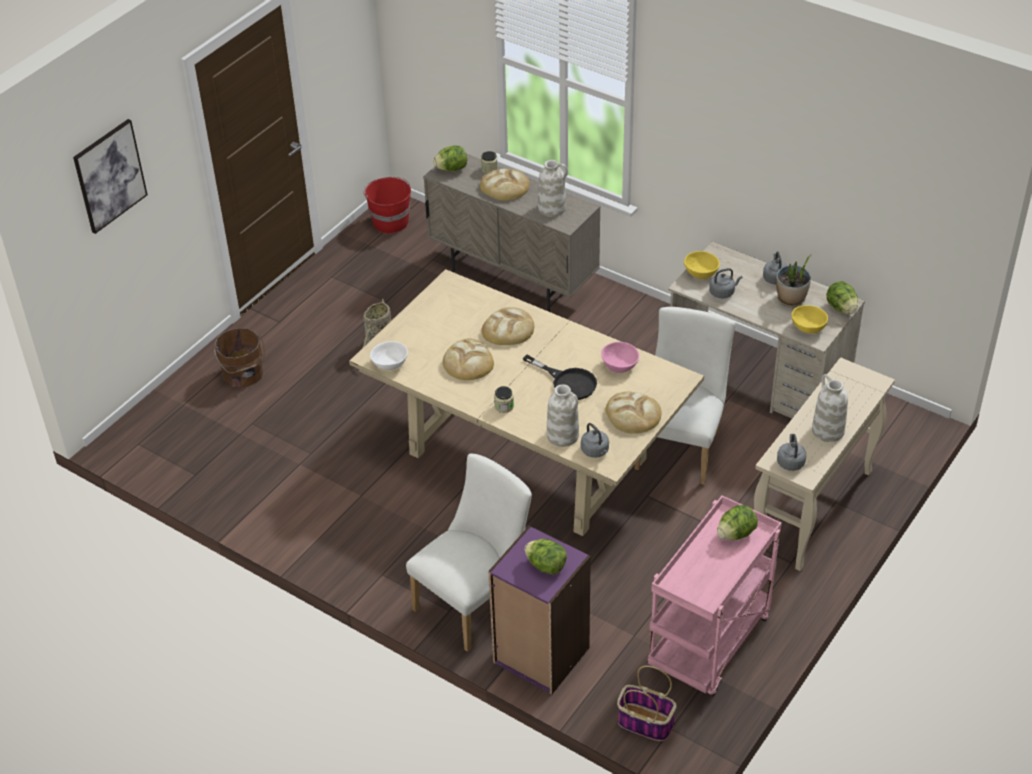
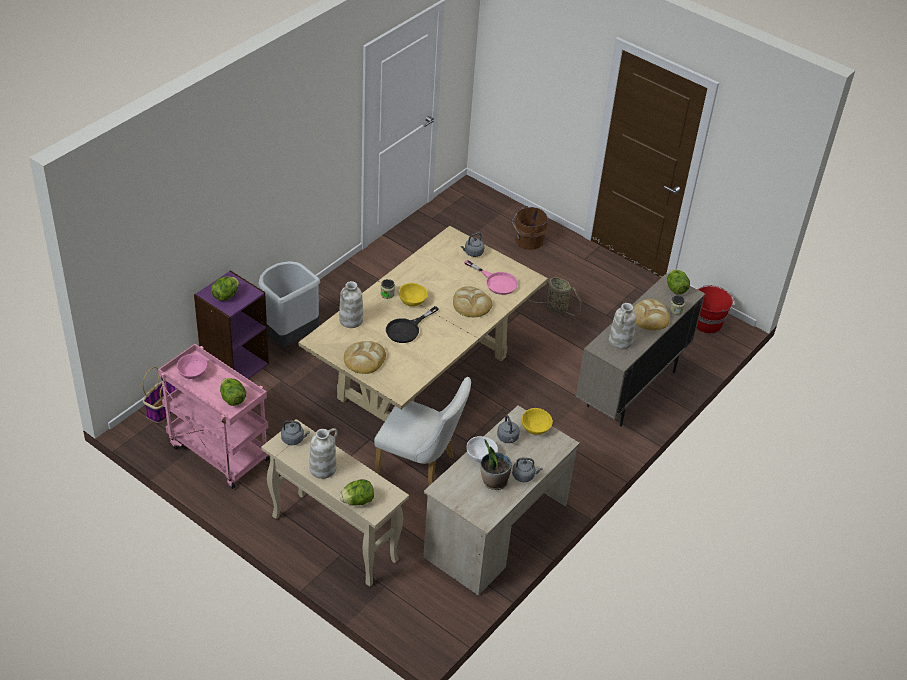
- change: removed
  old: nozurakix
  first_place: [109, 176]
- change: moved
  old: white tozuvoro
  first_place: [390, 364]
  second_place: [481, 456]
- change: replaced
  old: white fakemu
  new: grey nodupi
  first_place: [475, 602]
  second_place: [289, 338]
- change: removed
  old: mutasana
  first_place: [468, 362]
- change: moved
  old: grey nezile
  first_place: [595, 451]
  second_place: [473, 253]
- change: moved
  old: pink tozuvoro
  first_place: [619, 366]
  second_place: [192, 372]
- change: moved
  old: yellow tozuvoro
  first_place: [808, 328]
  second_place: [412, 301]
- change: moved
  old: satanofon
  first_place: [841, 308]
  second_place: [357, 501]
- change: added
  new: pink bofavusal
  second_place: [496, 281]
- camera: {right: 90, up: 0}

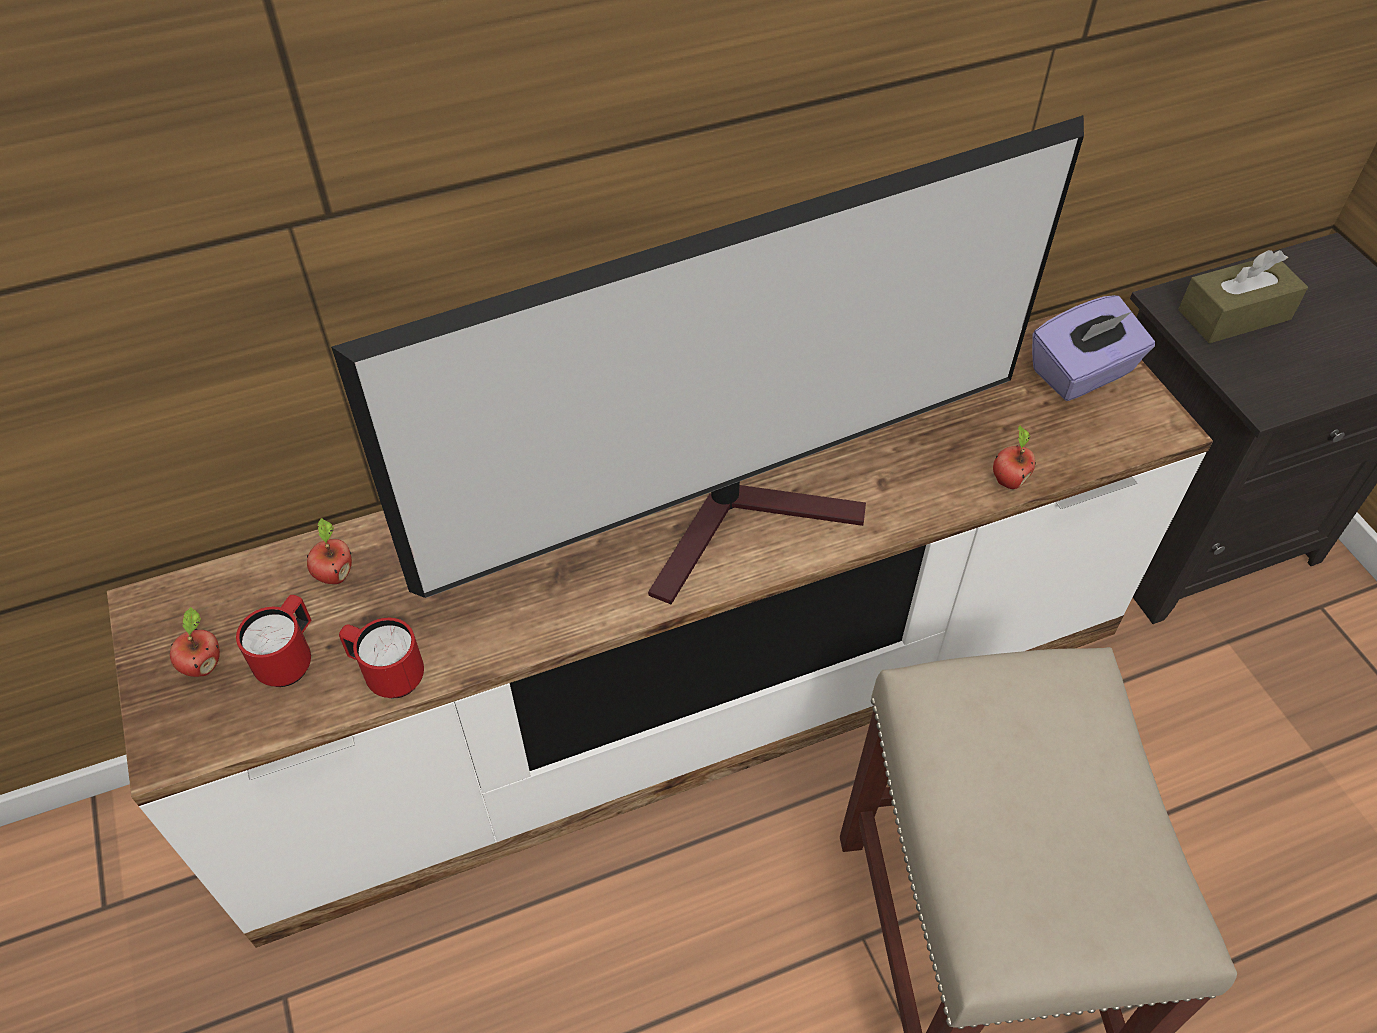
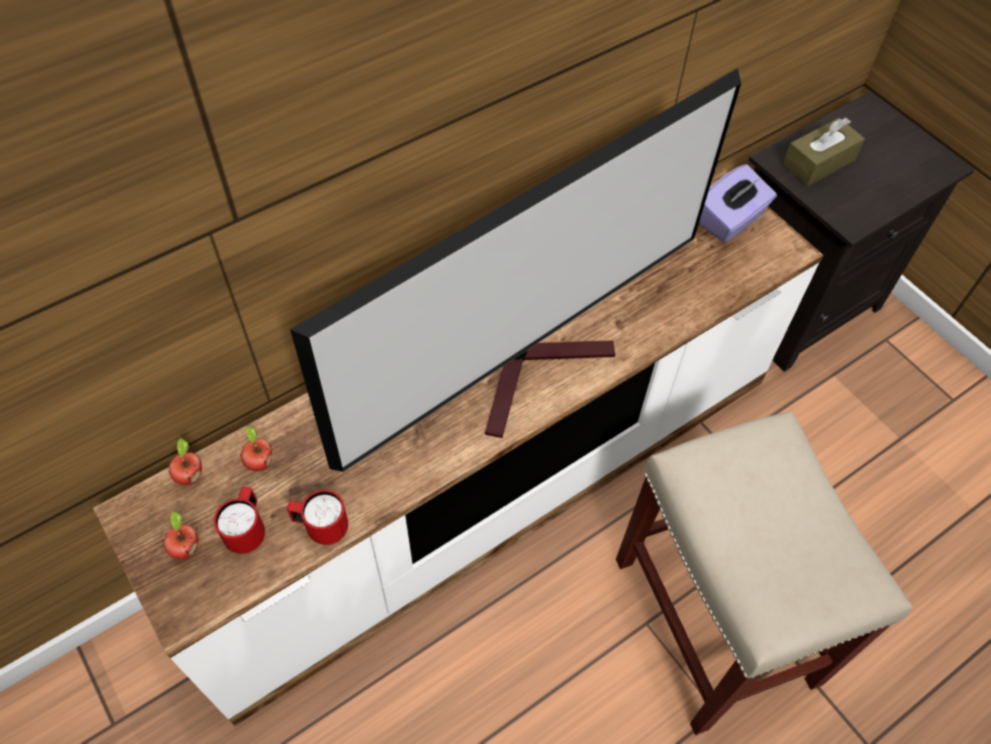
- change: moved
  old: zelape
  first_place: [1007, 480]
  second_place: [190, 475]
- camera: {right: -15, up: 5}

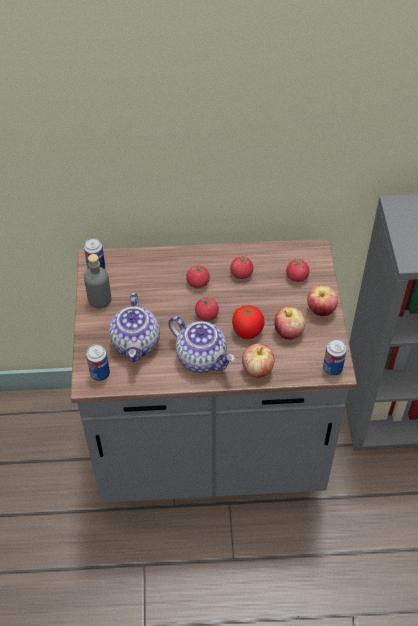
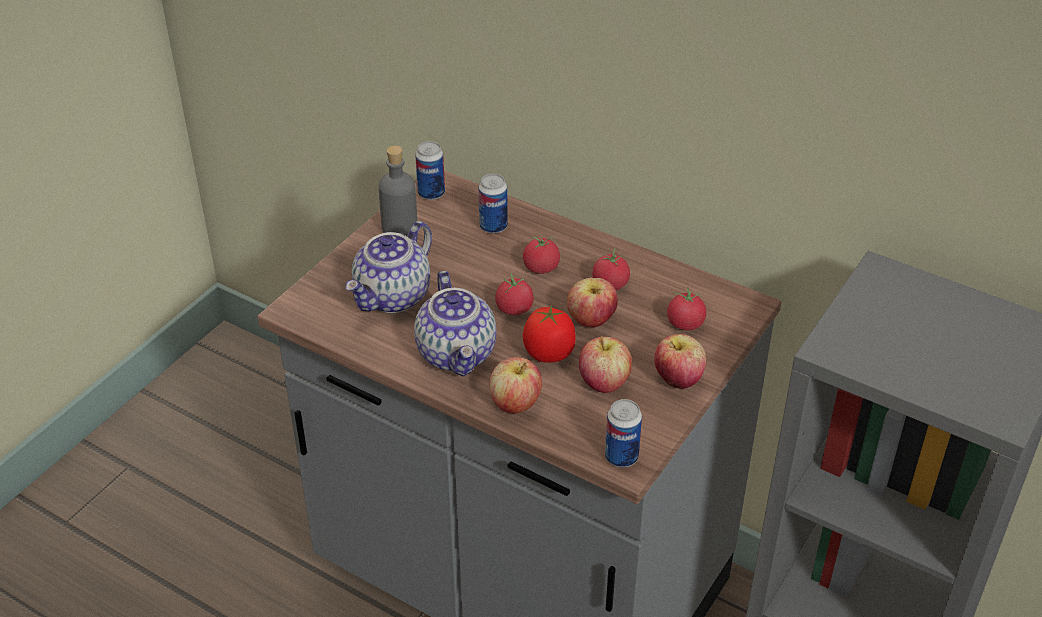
- change: moved
  old: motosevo
  first_place: [100, 374]
  second_place: [493, 226]
- change: added
  new: zelape
  second_place: [591, 321]
- camera: {right: 35, up: -10}

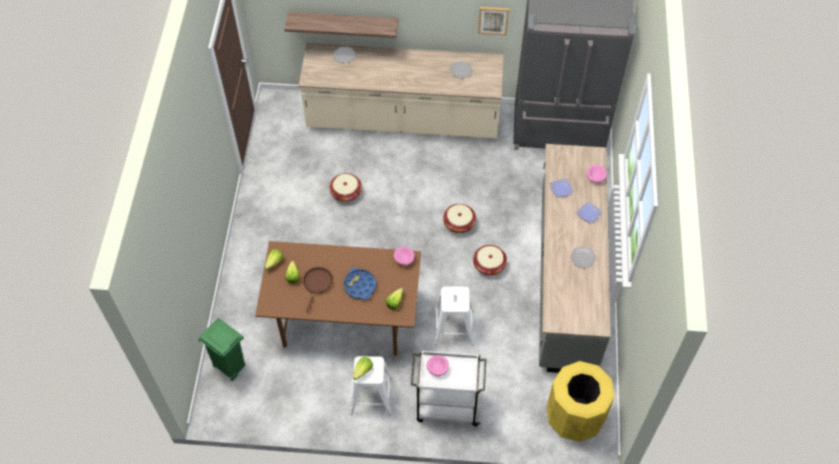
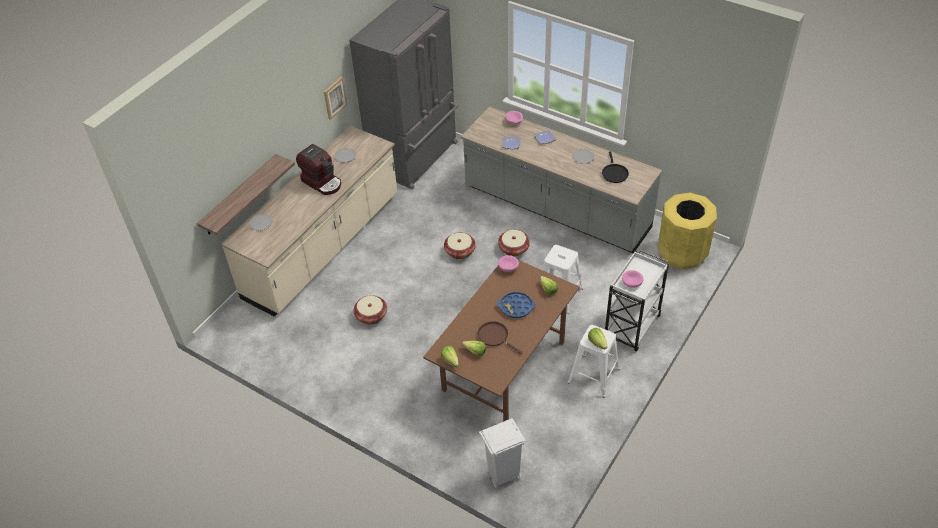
- change: recoloured
  old: green nodupi
  new: white nodupi
  first_place: [230, 366]
  second_place: [502, 475]
- change: added
  new: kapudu
  second_place: [322, 182]
- change: added
  new: black bofavusal
  second_place: [614, 173]
- camera: {right: -60, up: -10}

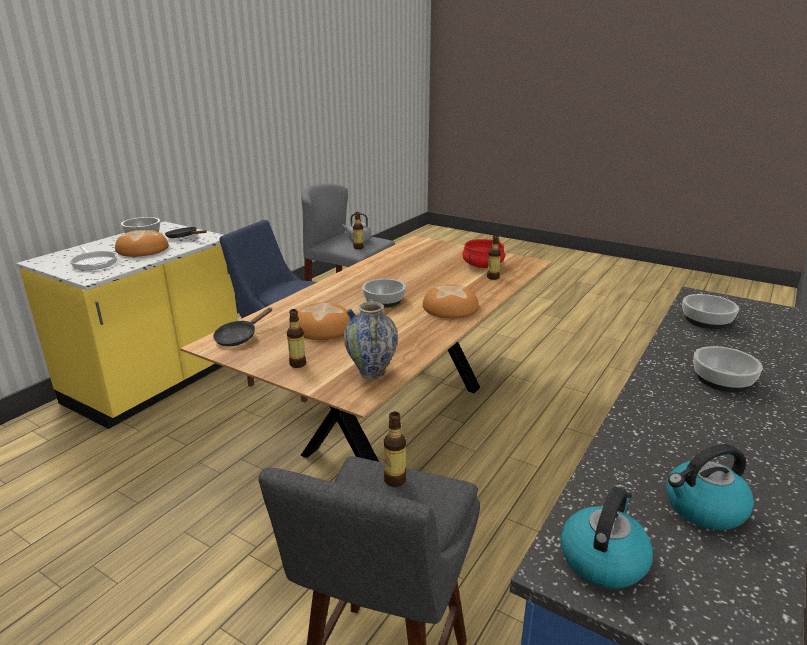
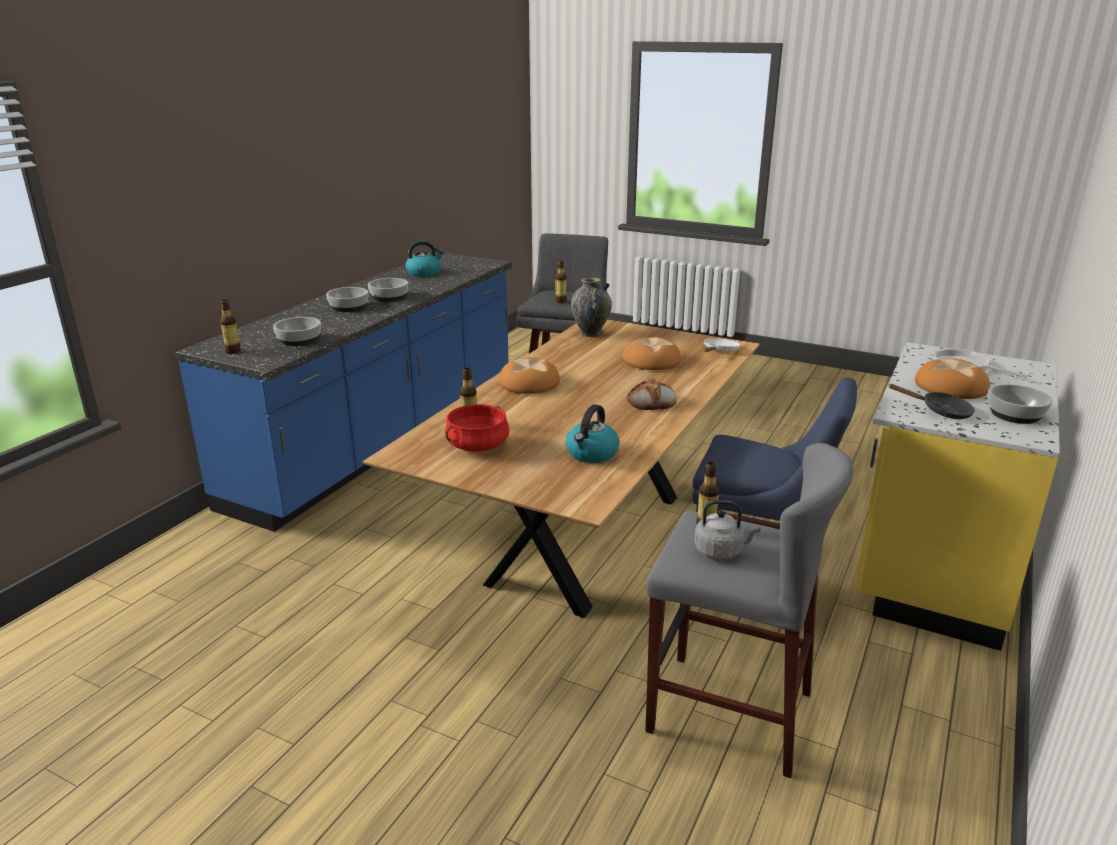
- change: recoloured
  old: black bofavusal
  new: white bofavusal
  first_place: [239, 337]
  second_place: [719, 351]
- change: moved
  old: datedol
  first_place: [297, 364]
  second_place: [233, 351]
- change: moved
  old: tozuvoro
  first_place: [384, 301]
  second_place: [389, 297]
- change: moved
  old: nezile
  first_place: [603, 558]
  second_place: [591, 454]
- change: added
  new: mutasana
  second_place: [652, 401]
- camera: {right: 175, up: 0}

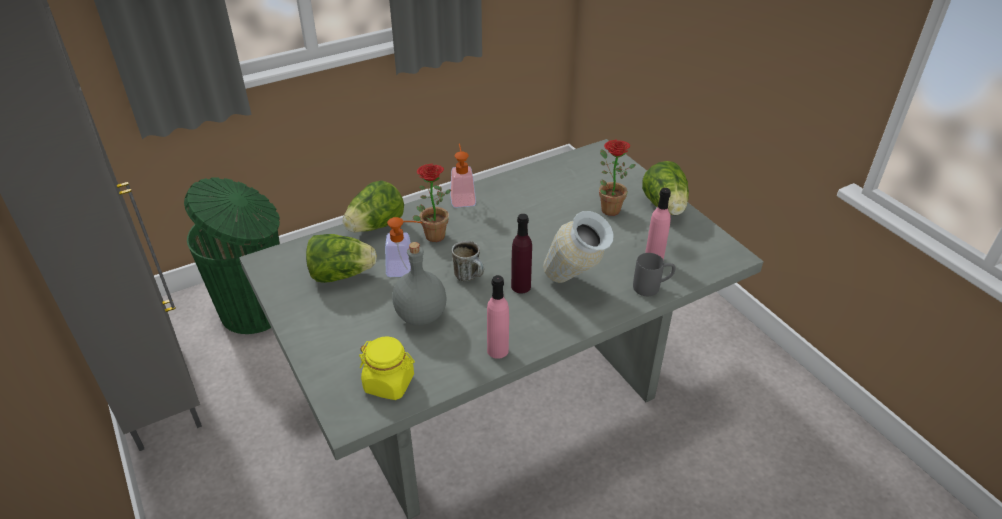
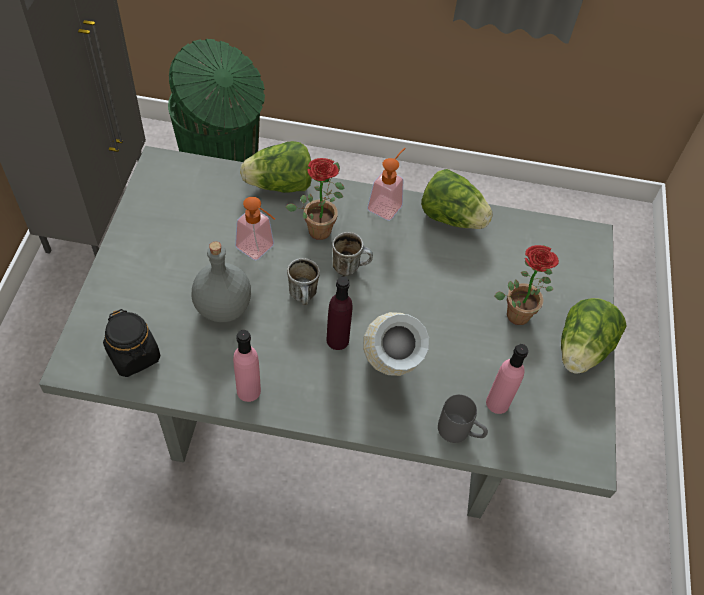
- change: moved
  old: satanofon
  first_place: [341, 275]
  second_place: [452, 217]
- change: recoloured
  old: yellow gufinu
  new: black gufinu
  first_place: [389, 383]
  second_place: [134, 355]
- change: added
  new: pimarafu
  second_place: [350, 266]
- camera: {right: 35, up: 15}

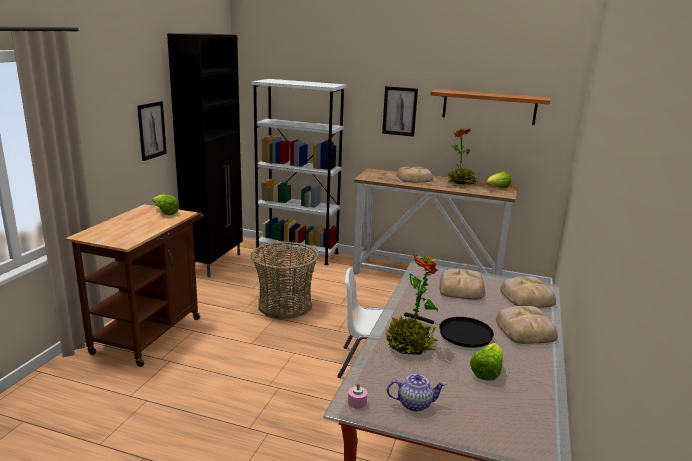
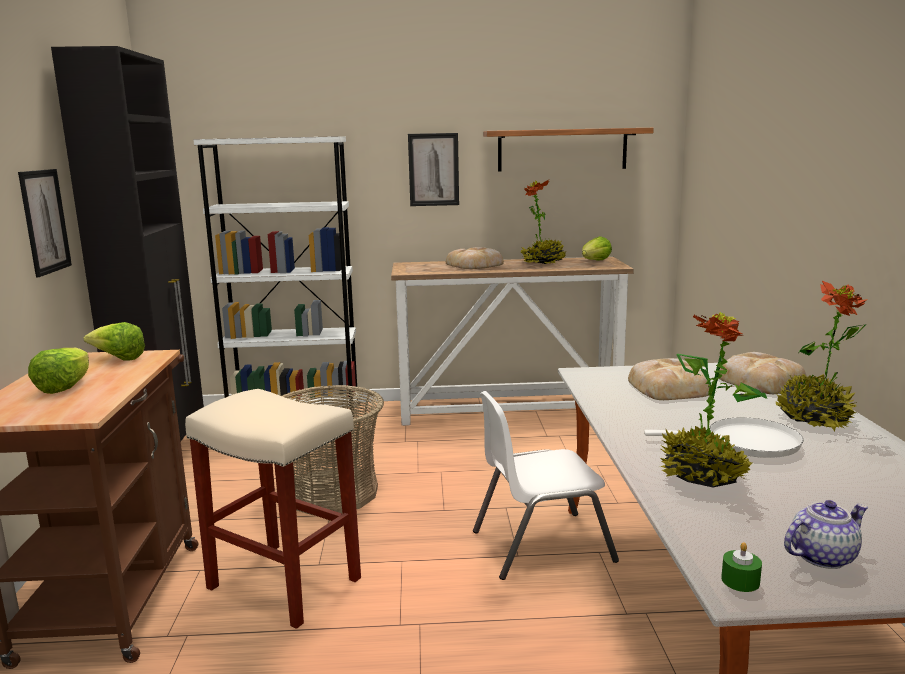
- change: recoloured
  old: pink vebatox
  new: green vebatox
  first_place: [357, 402]
  second_place: [740, 581]
- change: recoloured
  old: black bofavusal
  new: white bofavusal
  first_place: [460, 334]
  second_place: [746, 443]
- change: moved
  old: satanofon
  first_place: [486, 372]
  second_place: [65, 387]
- change: replaced
  old: mutasana
  new: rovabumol
  first_place: [525, 329]
  second_place: [814, 418]
- change: added
  new: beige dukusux
  second_place: [282, 583]
- camera: {right: -20, up: -5}

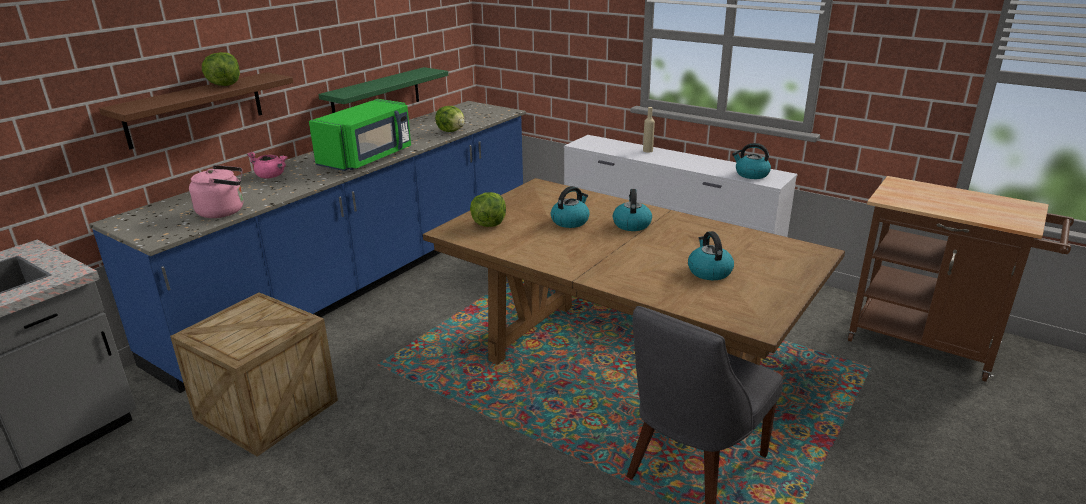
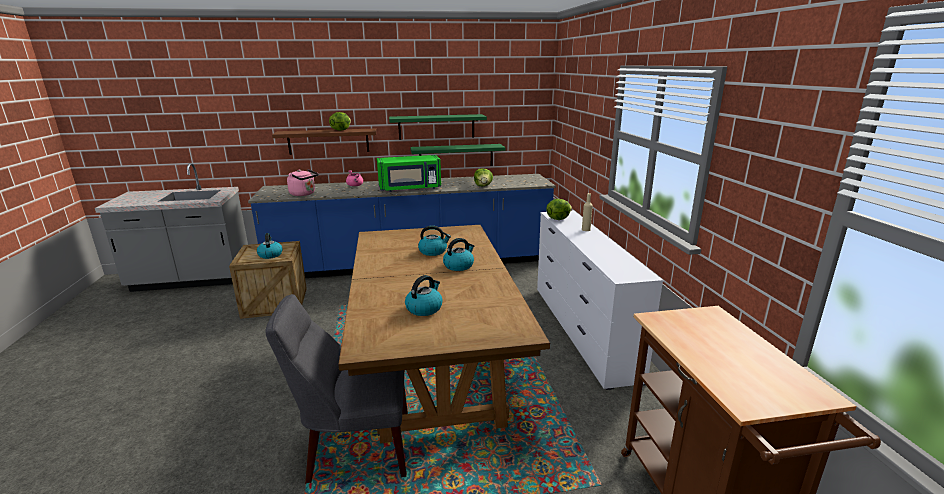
- change: moved
  old: satanofon
  first_place: [489, 224]
  second_place: [558, 219]
- change: moved
  old: nezile
  first_place: [751, 174]
  second_place: [270, 255]
- change: added
  new: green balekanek
  second_place: [436, 127]
- camera: {right: 45, up: -5}

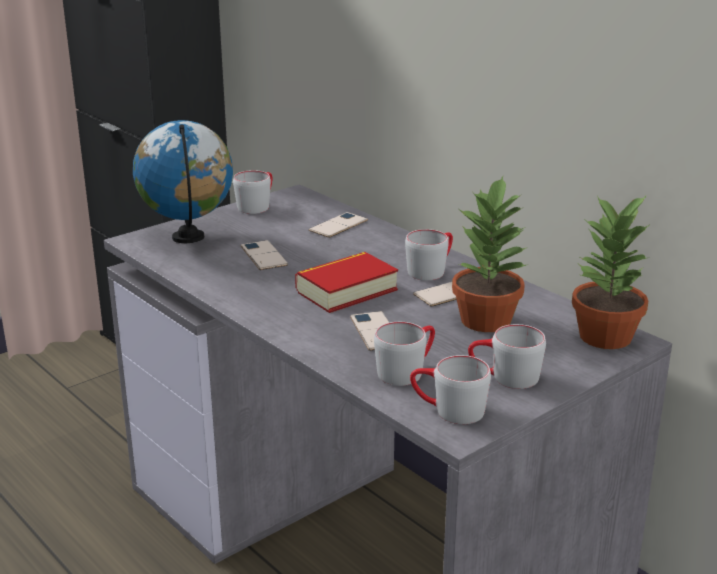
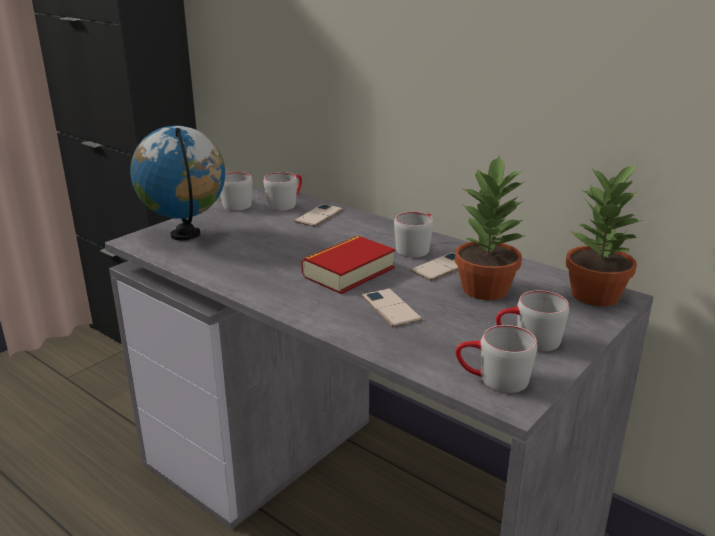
- change: removed
  old: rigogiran
  first_place: [263, 256]
- change: moved
  old: grey pimarafu
  first_place: [407, 370]
  second_place: [286, 203]
- camera: {right: -10, up: 0}

